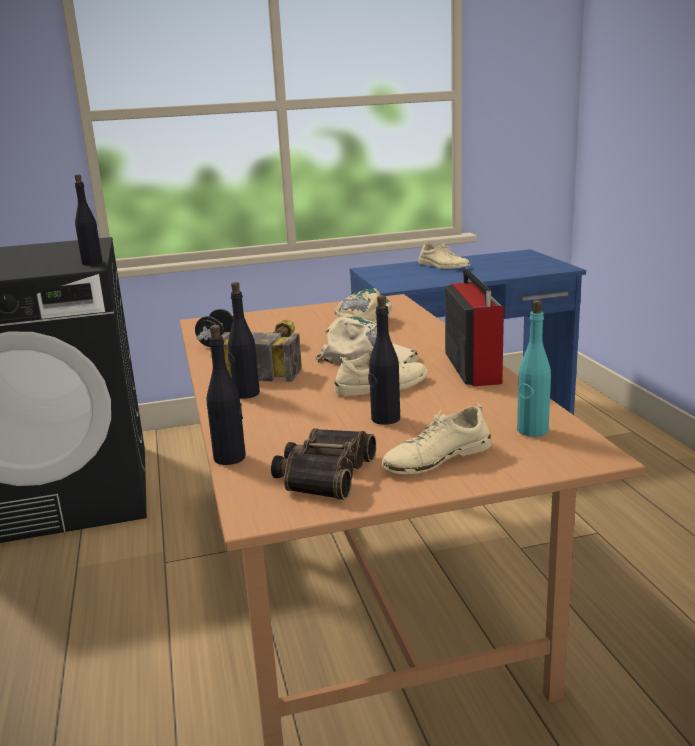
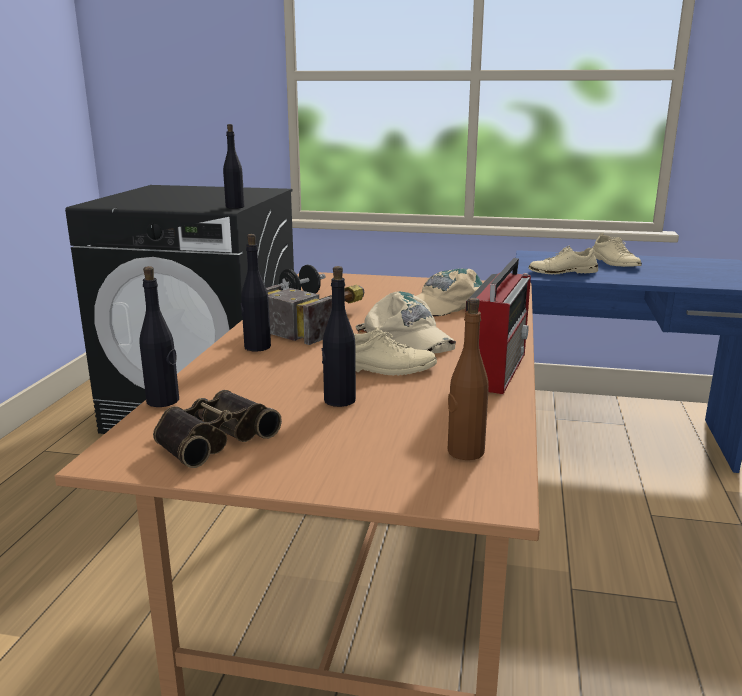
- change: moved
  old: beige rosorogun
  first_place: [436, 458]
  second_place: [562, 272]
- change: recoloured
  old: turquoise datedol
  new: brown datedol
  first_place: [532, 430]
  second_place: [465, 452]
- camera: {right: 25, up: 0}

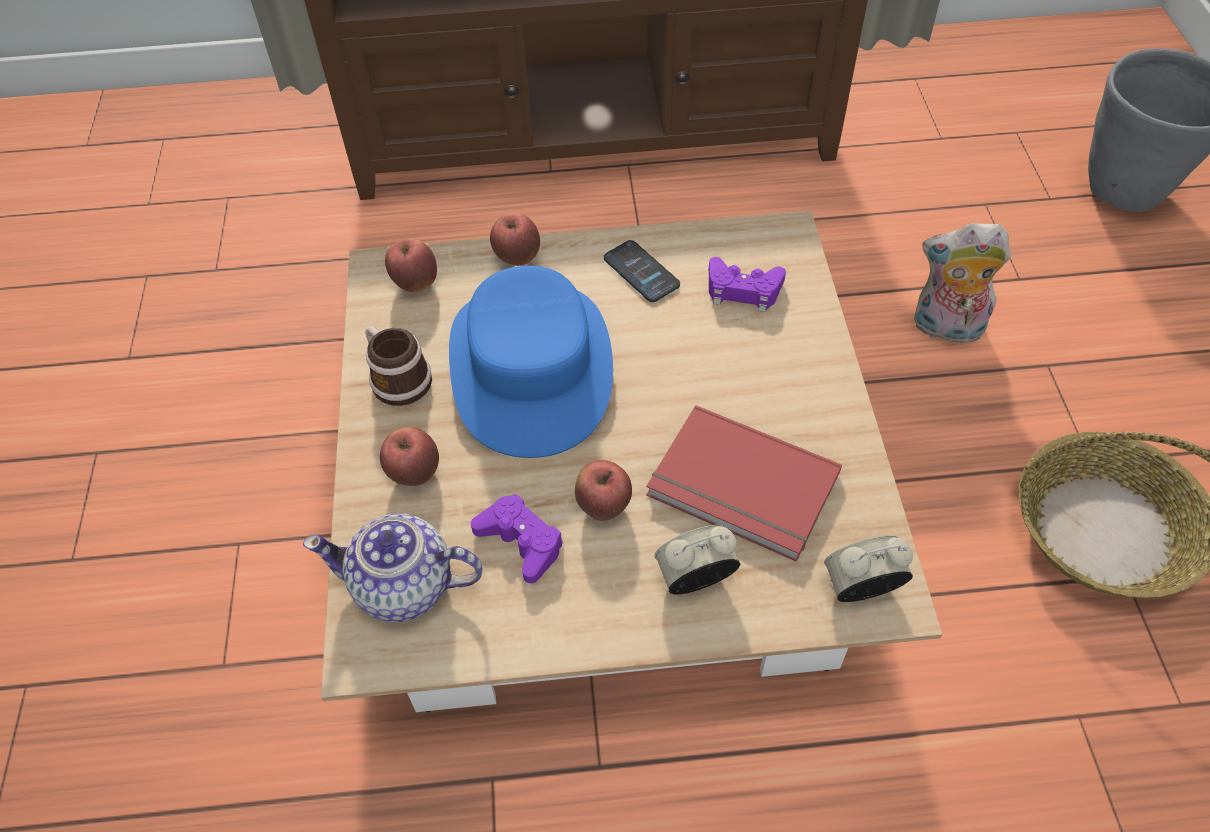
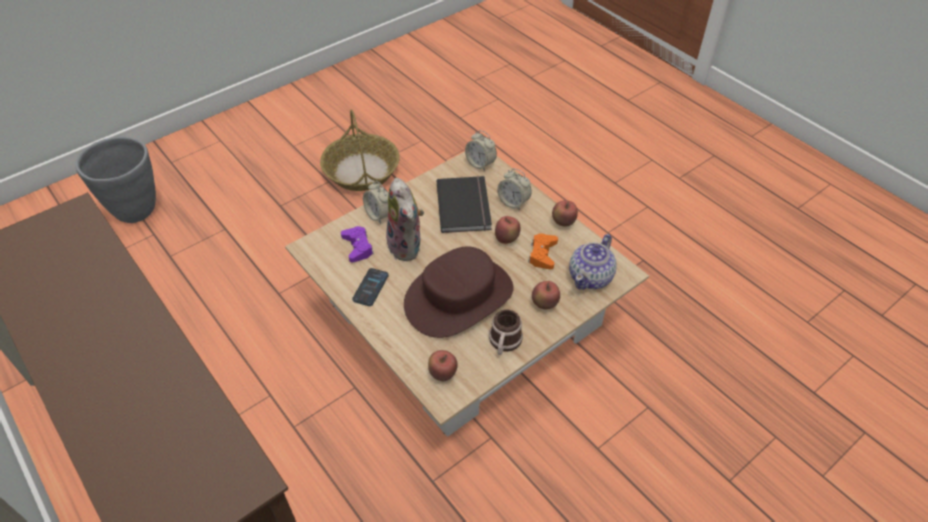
- change: turned
  old: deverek
  first_place: [405, 587]
  second_place: [591, 277]
  degrees: 60
- change: recoloured
  old: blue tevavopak
  new: brown tevavopak
  first_place: [532, 367]
  second_place: [458, 297]
- change: recoloured
  old: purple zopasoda
  new: orange zopasoda
  first_place: [521, 542]
  second_place: [542, 254]
- change: moved
  old: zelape
  first_place: [517, 258]
  second_place: [563, 223]
- change: recoloured
  old: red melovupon
  new: black melovupon
  first_place: [741, 489]
  second_place: [465, 206]
- change: moved
  old: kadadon
  first_place: [945, 329]
  second_place: [407, 246]
- change: added
  new: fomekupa
  second_place: [379, 215]
- camera: {right: -125, up: -5}

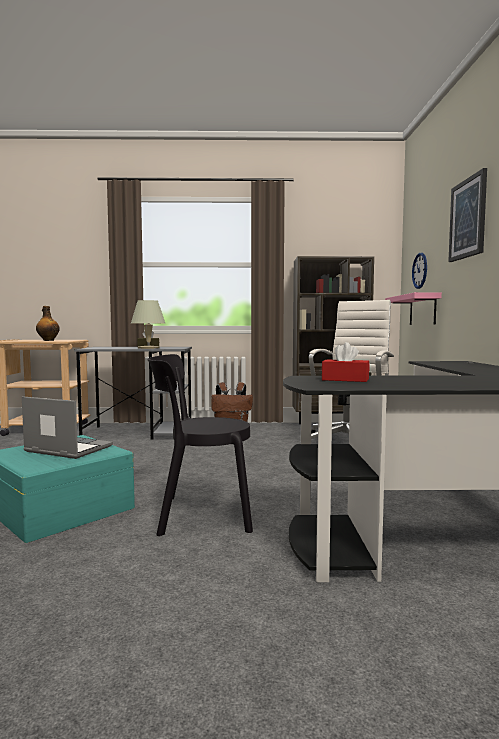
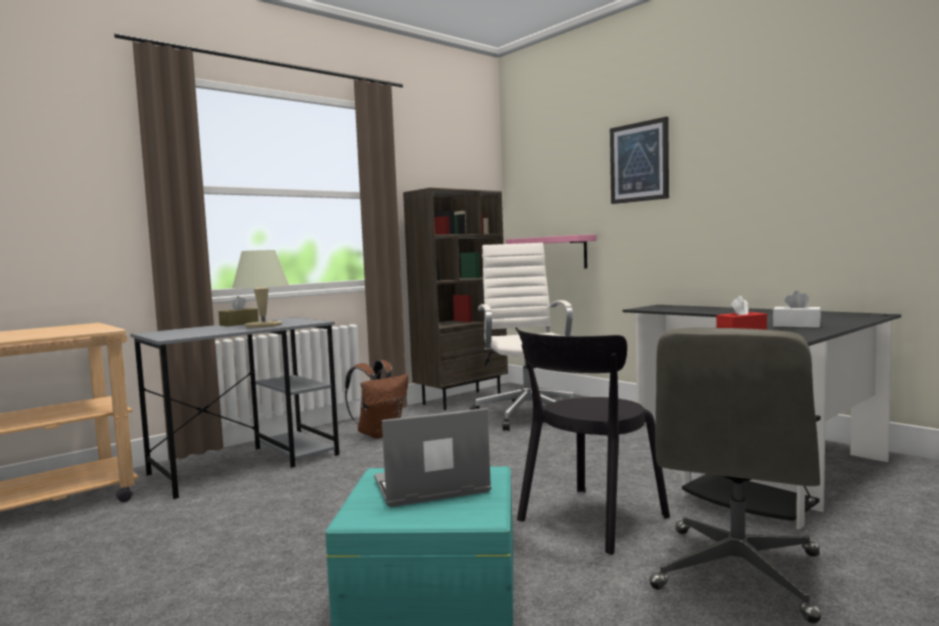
- change: removed
  old: datedol
  first_place: [48, 340]
- change: removed
  old: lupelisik
  first_place: [420, 270]
- change: added
  new: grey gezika
  second_place: [738, 573]
- change: added
  new: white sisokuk
  second_place: [796, 325]
- camera: {right: -40, up: 0}

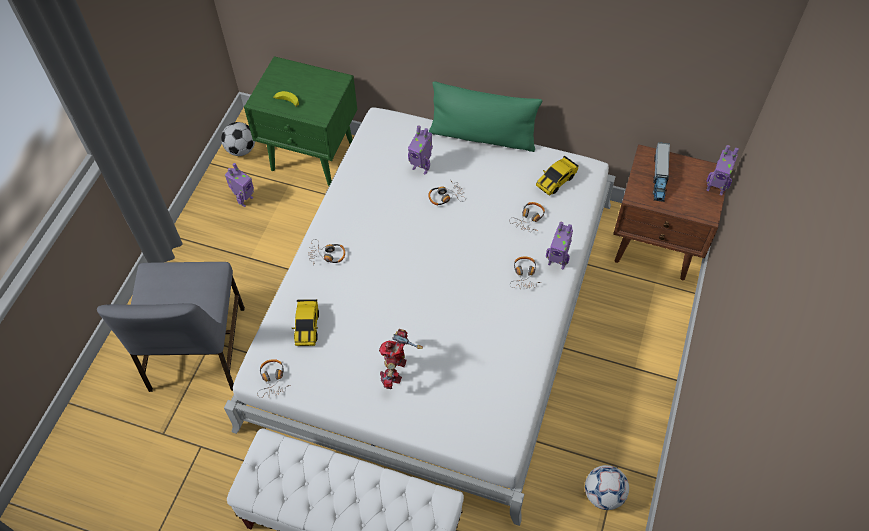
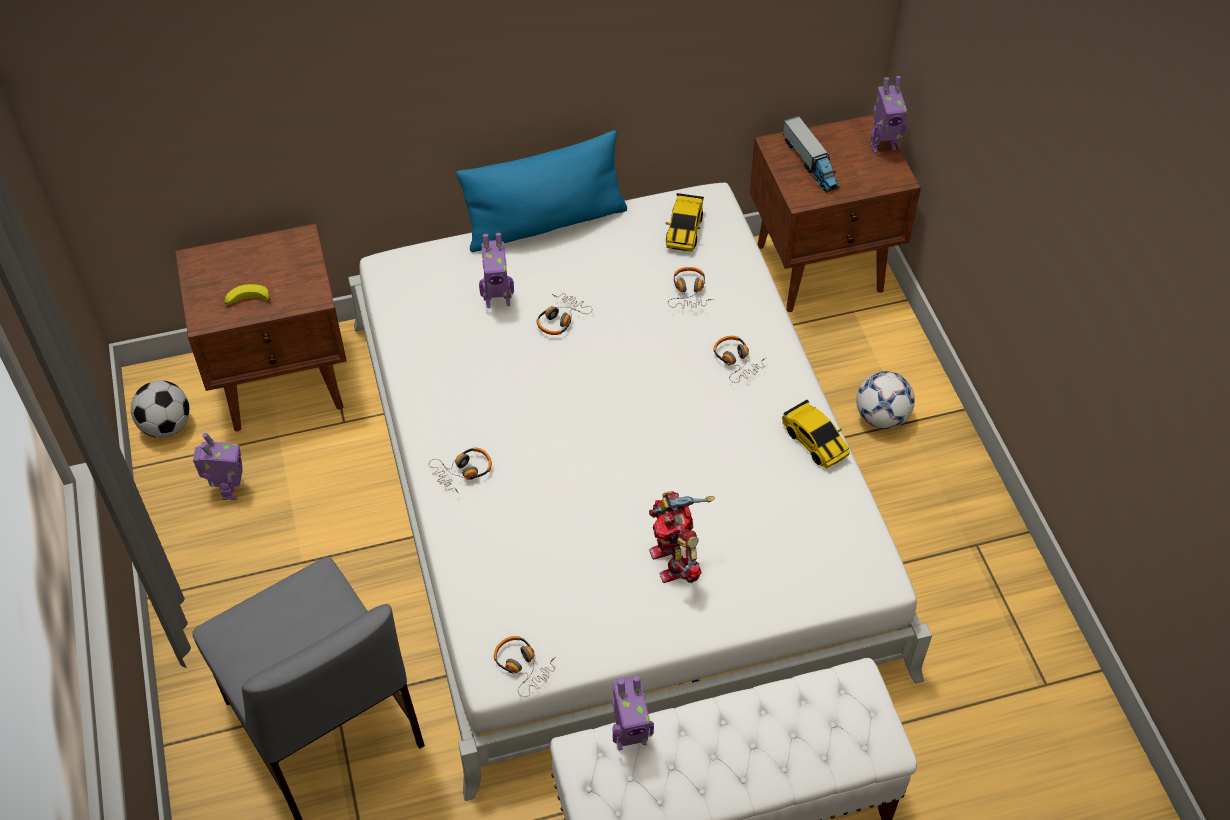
- change: recoloured
  old: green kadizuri
  new: brown kadizuri
  first_place: [313, 156]
  second_place: [284, 382]
- change: moved
  old: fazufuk
  first_place: [307, 326]
  second_place: [814, 441]
- change: recoloured
  old: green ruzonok
  new: blue ruzonok
  first_place: [482, 136]
  second_place: [546, 223]
- change: moved
  old: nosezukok
  first_place: [557, 262]
  second_place: [630, 737]
- change: moved
  old: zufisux
  first_place: [603, 494]
  second_place: [881, 417]
- camera: {right: -35, up: -5}

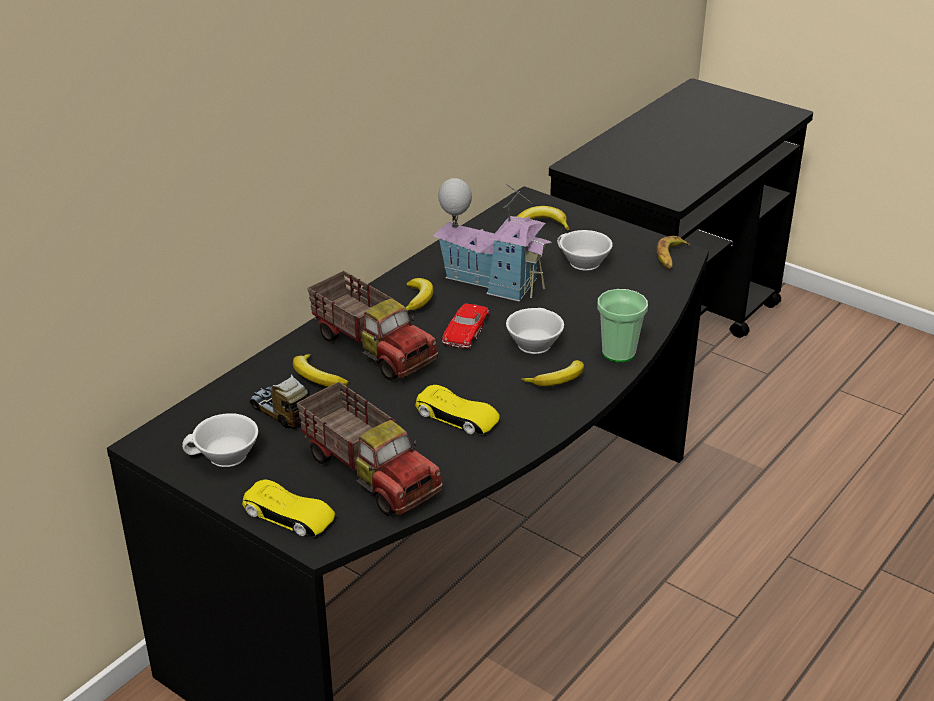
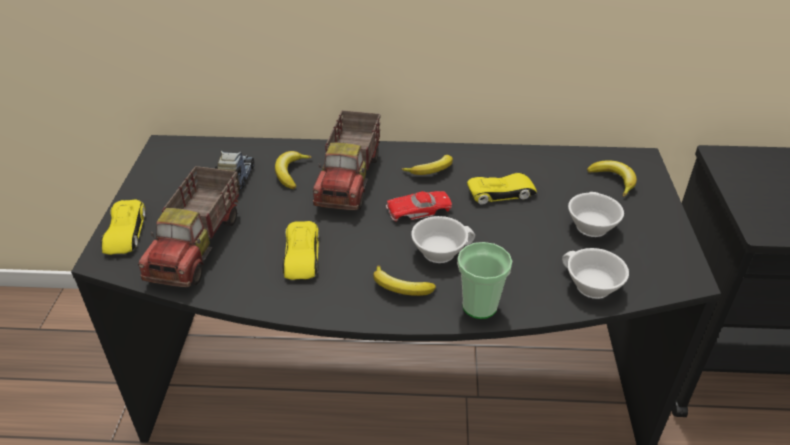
- change: moved
  old: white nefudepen
  first_place: [225, 457]
  second_place: [590, 286]
- change: replaced
  old: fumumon
  new: yellow fazufuk
  first_place: [492, 281]
  second_place: [501, 193]
- change: removed
  old: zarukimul
  first_place: [670, 258]
- camera: {right: 55, up: 5}

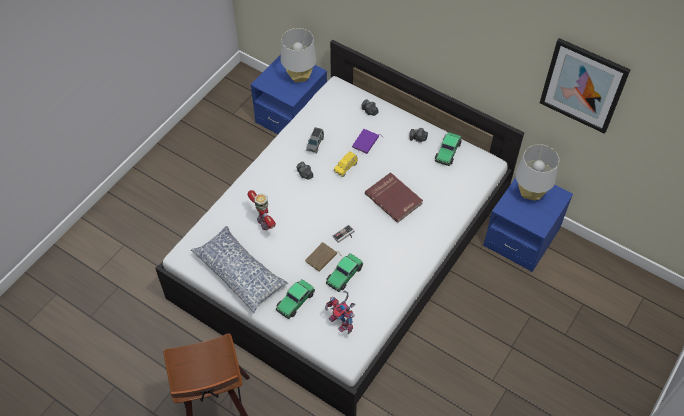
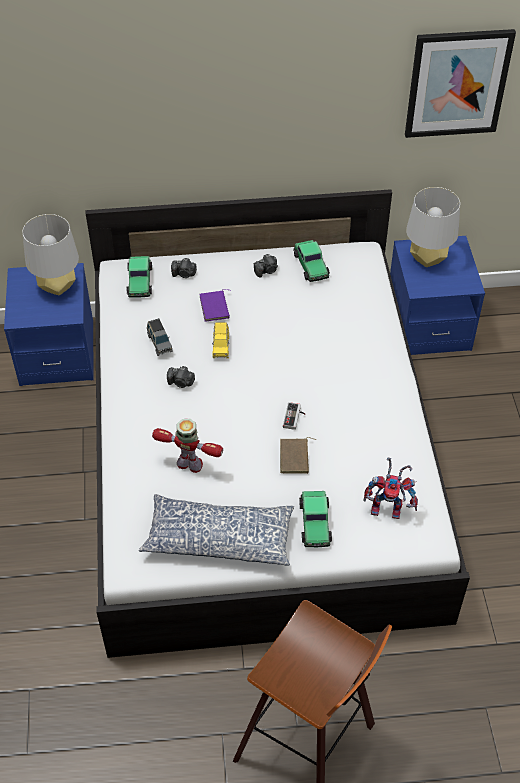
- change: moved
  old: fazufuk
  first_place: [344, 275]
  second_place: [140, 281]
- change: removed
  old: red melovupon
  first_place: [394, 198]
- camera: {right: -40, up: -5}

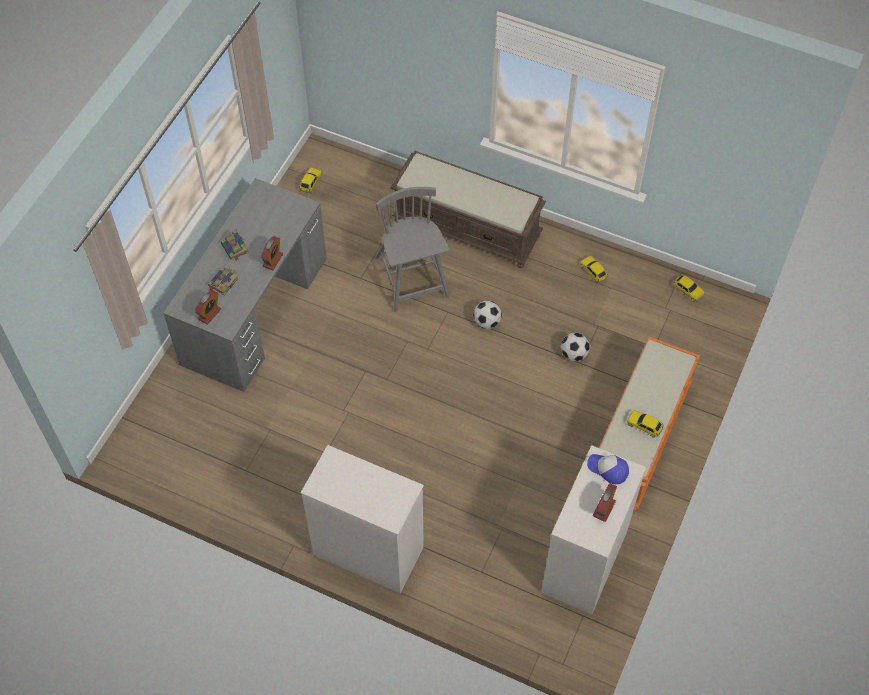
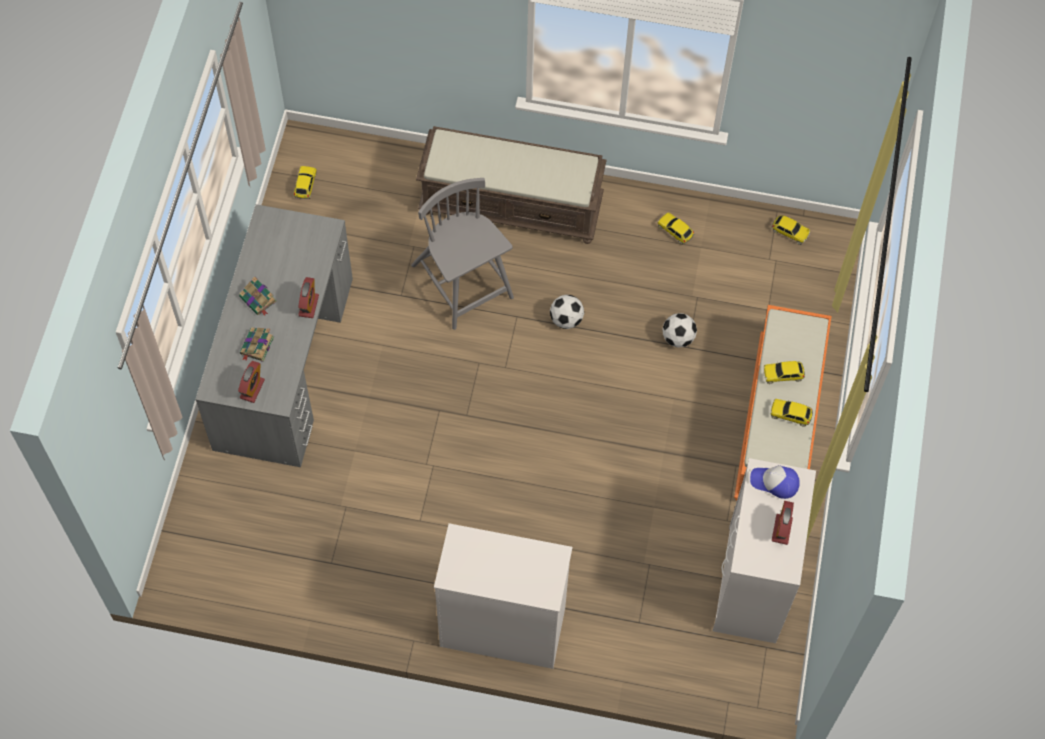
- change: added
  new: fazufuk
  second_place: [783, 375]
- camera: {right: -15, up: 5}

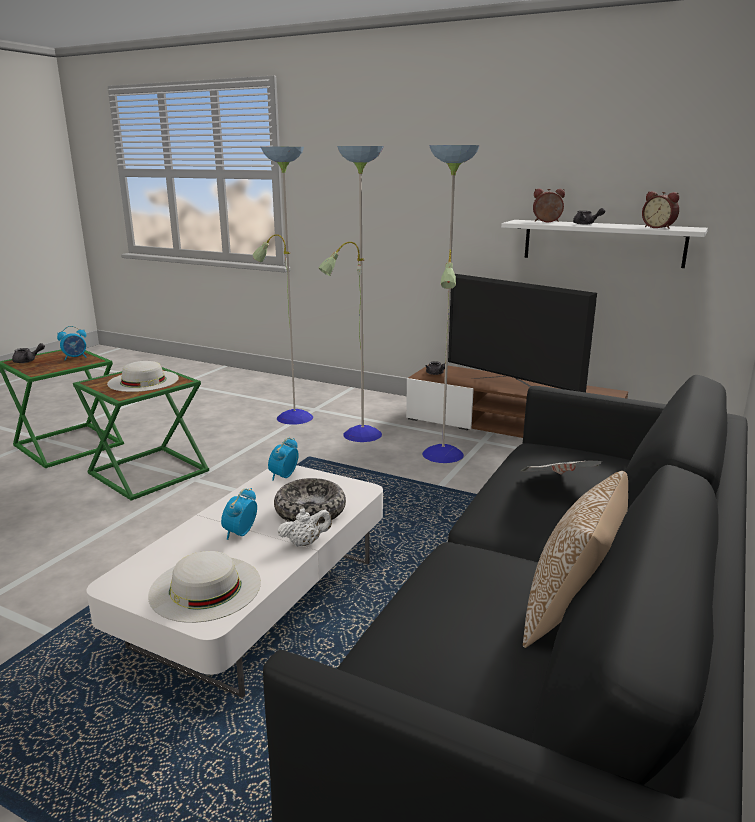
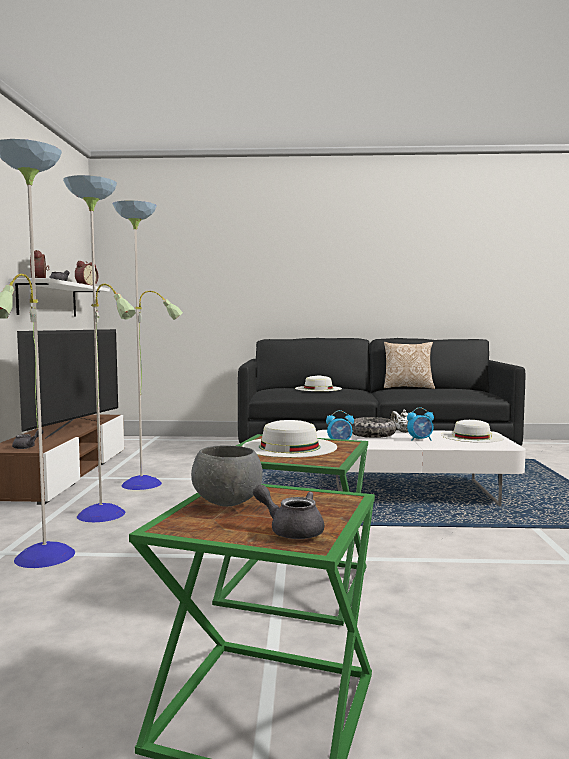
- change: replaced
  old: fomekupa
  new: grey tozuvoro
  first_place: [75, 358]
  second_place: [226, 504]
- change: replaced
  old: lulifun
  new: white tevavopak
  first_place: [557, 486]
  second_place: [318, 388]
- camera: {right: -115, up: -15}

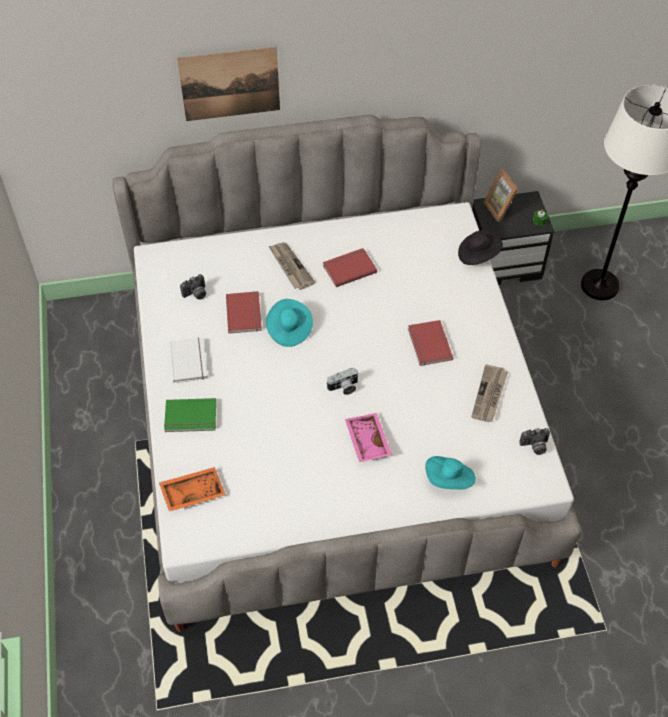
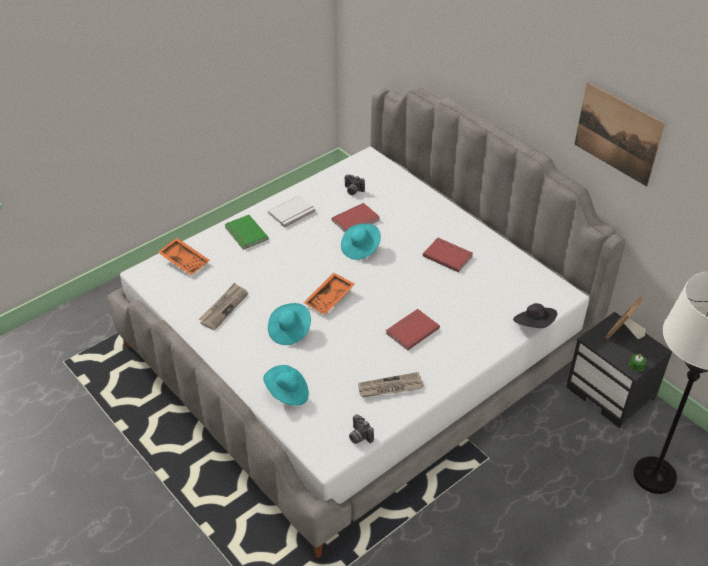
- change: moved
  old: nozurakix
  first_place: [230, 84]
  second_place: [617, 134]
- change: moved
  old: lulifun
  first_place: [290, 267]
  second_place: [224, 307]
- change: replaced
  old: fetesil
  new: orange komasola
  first_place: [344, 387]
  second_place: [330, 299]
- change: replaced
  old: pink komasola
  new: turquoise tevavopak
  first_place: [366, 441]
  second_place: [289, 331]
- camera: {right: 60, up: -10}

